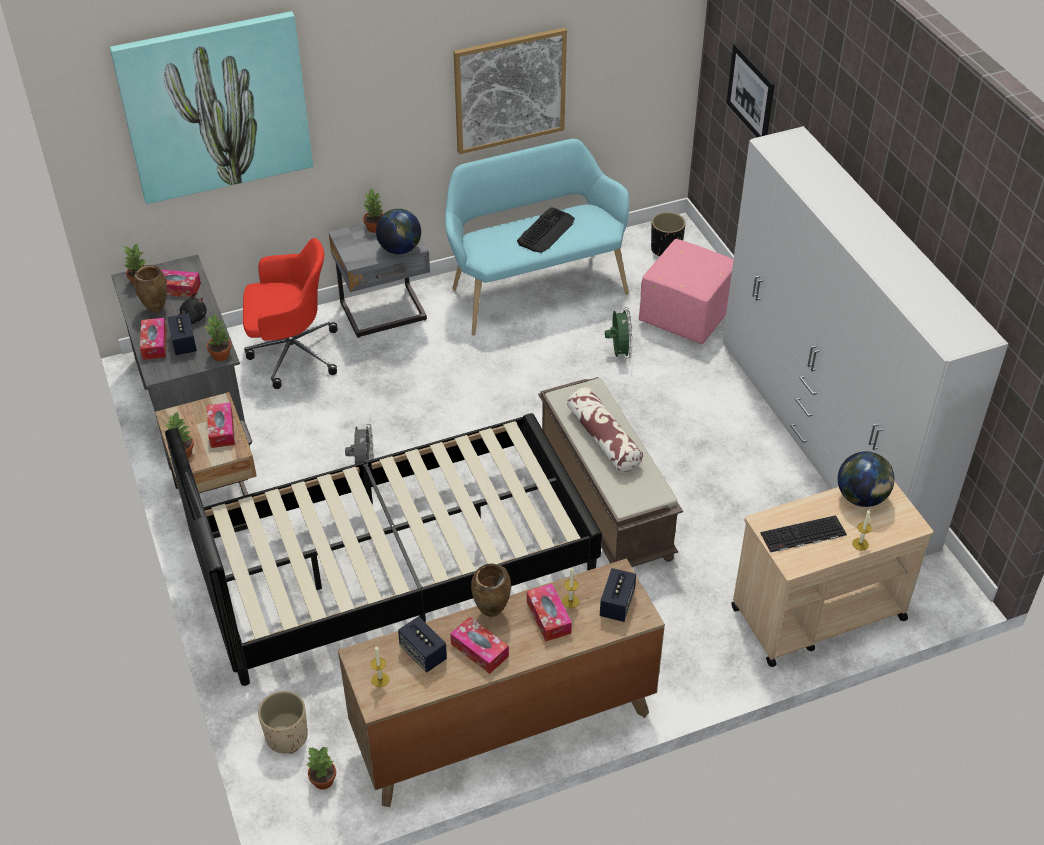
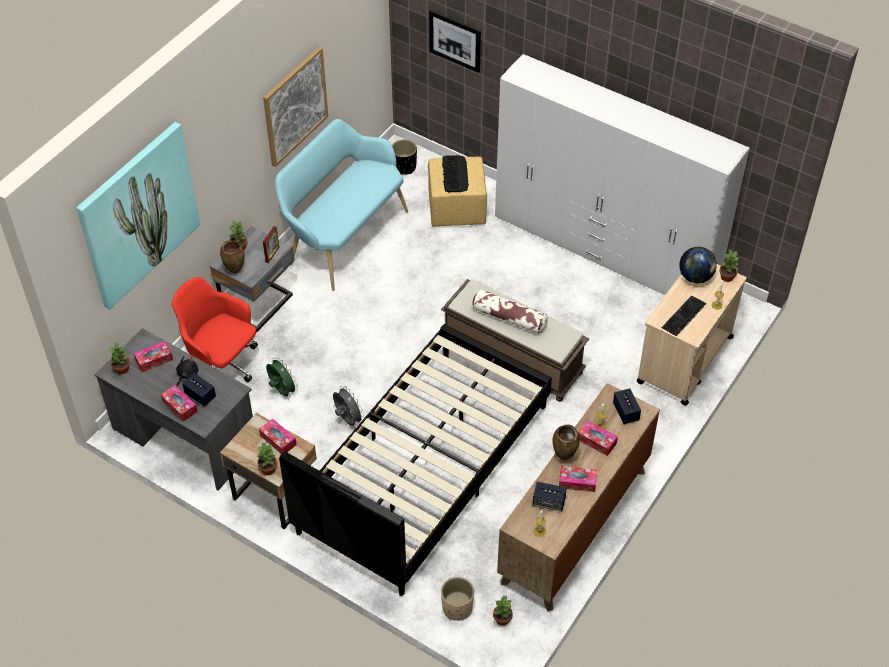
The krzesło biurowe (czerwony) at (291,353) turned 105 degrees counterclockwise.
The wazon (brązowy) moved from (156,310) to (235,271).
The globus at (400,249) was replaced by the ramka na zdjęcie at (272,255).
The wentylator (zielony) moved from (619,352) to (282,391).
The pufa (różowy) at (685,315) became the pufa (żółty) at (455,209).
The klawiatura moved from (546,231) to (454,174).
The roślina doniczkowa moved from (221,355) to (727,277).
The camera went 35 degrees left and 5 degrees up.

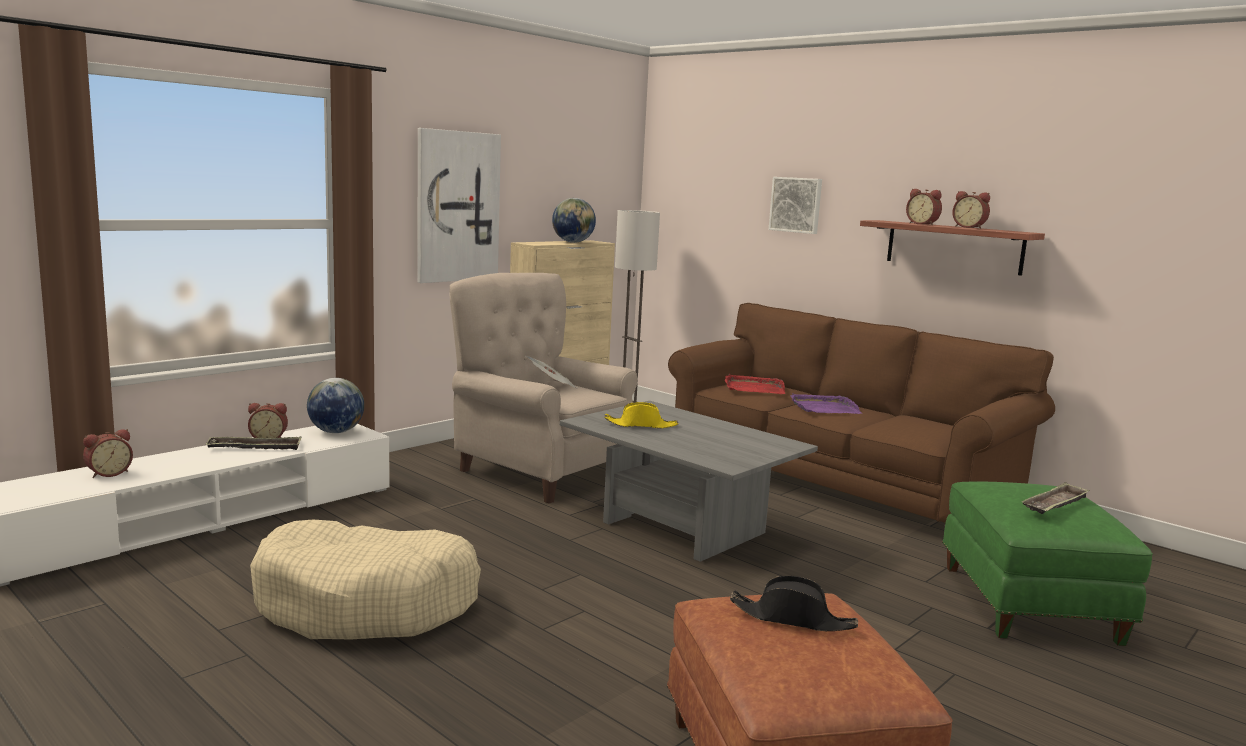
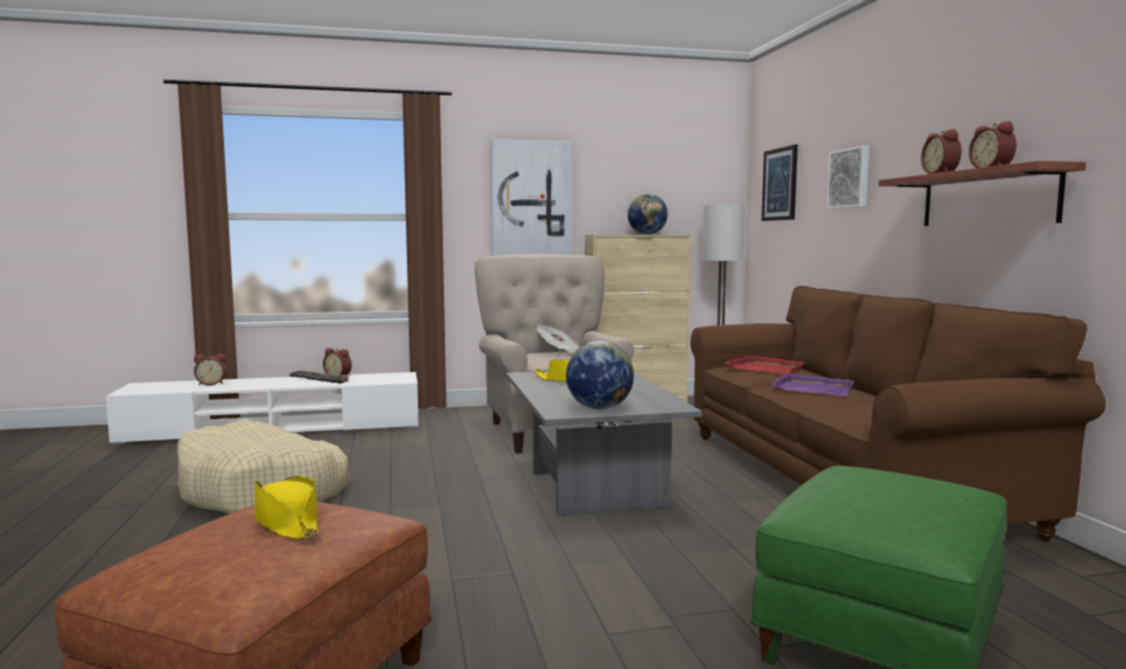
The kapelusz (czarny) at (793,618) became the kapelusz (żółty) at (286,521).
The globus moved from (336,432) to (599,408).
The obraz at (780,184) appeared.
The taca at (1055,504) disappeared.
The camera went 35 degrees right and 5 degrees down.

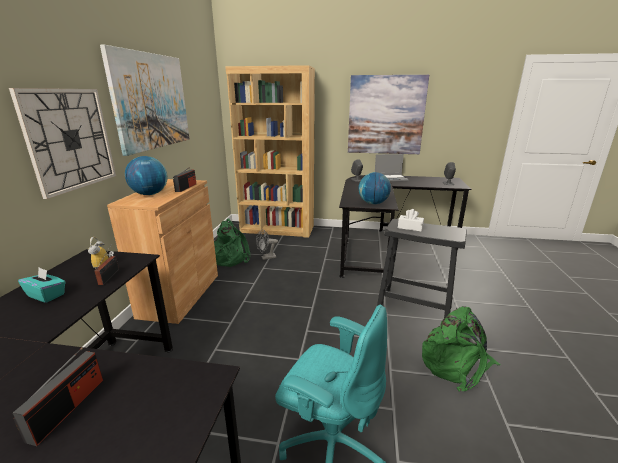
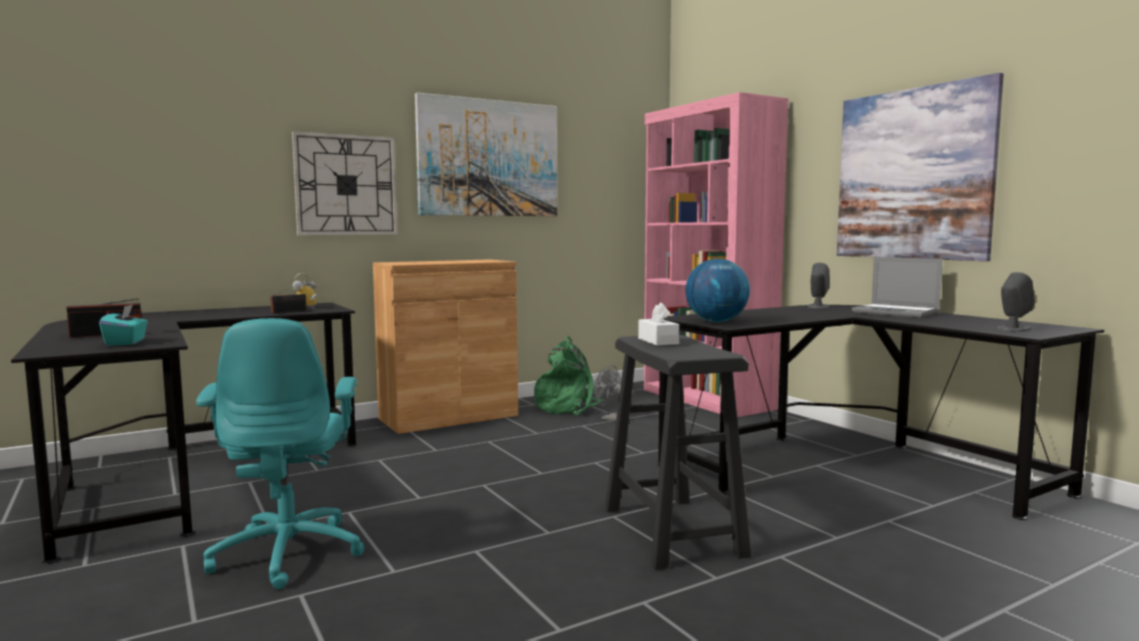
The pudełko chusteczek (turkusowy) moved from (47,295) to (126,342).
The regał (brązowy) at (277,229) became the regał (różowy) at (706,399).
The globus at (150,194) disappeared.
The radio at (186,187) disappeared.
The plecak (zielony) at (456,364) disappeared.
The camera went 50 degrees right and 15 degrees down.

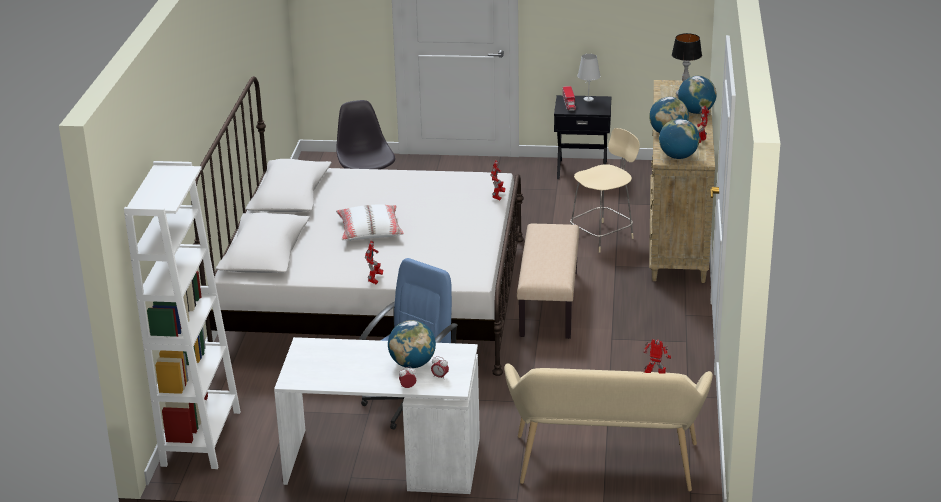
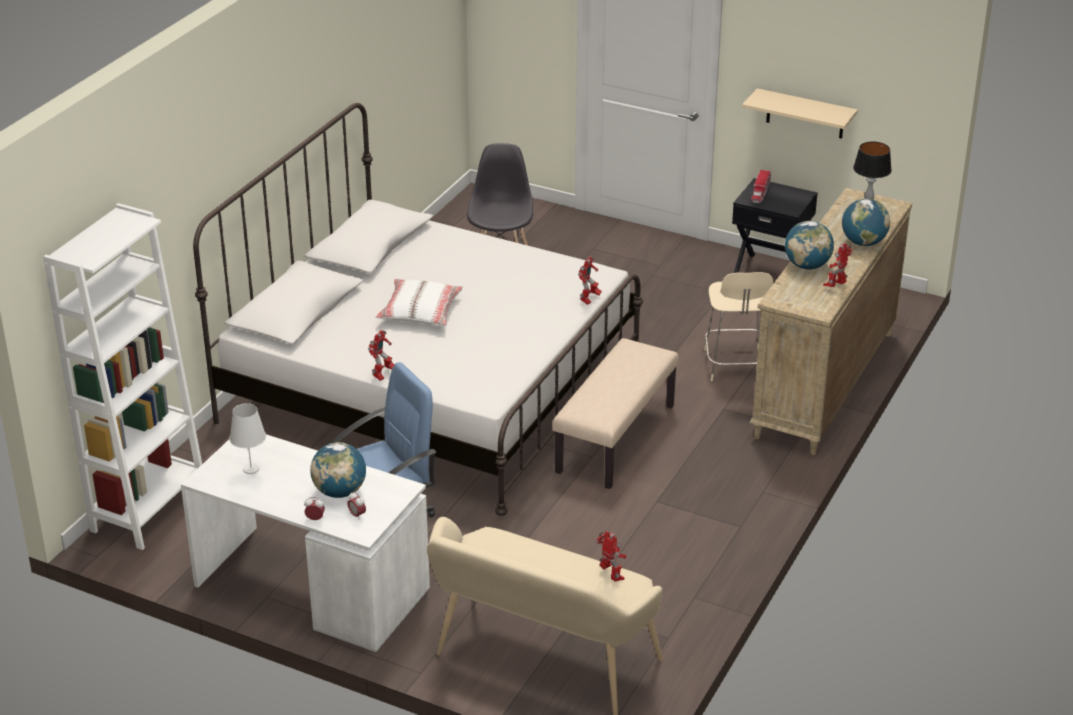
The lampa stołowa (biały) moved from (588,99) to (251,469).
The krzesło (beżowy) at (603,236) turned 105 degrees clockwise.
The półka (beżowy) at (805,114) appeared.
The globus at (678,157) disappeared.
The camera went 20 degrees right and 5 degrees up.

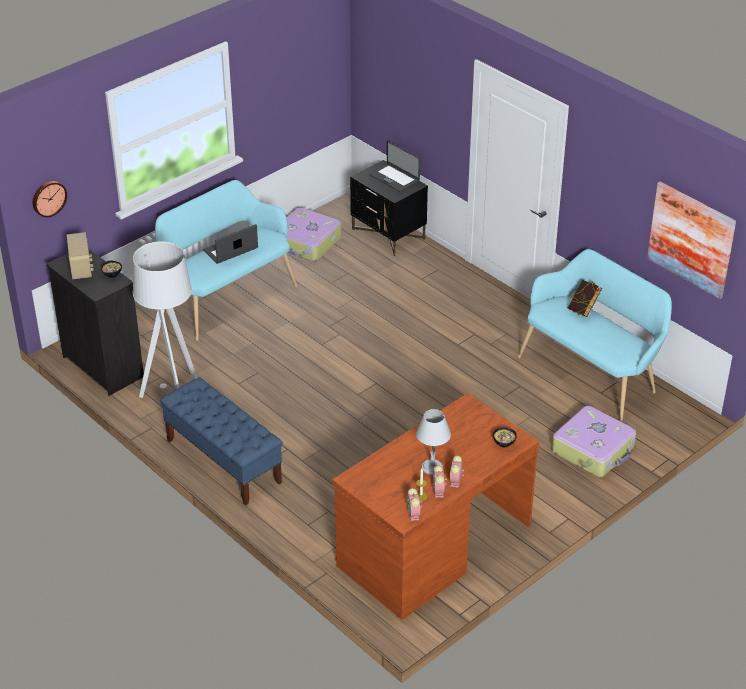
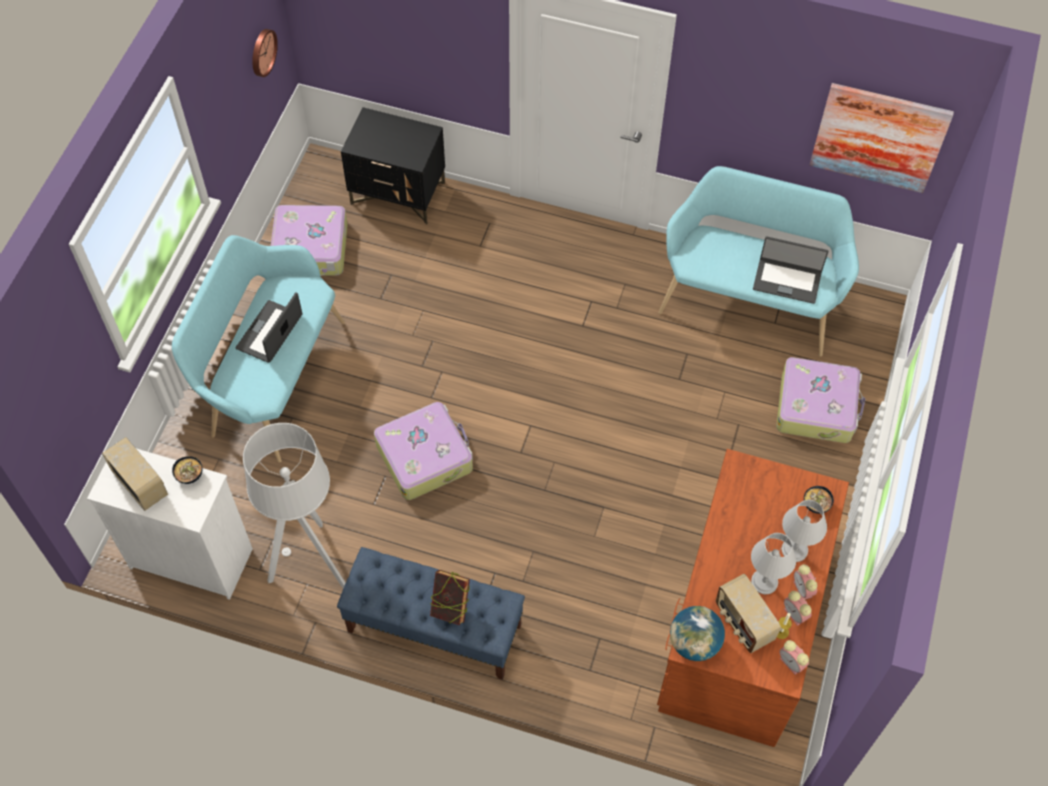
The komoda (czarny) at (103,366) became the komoda (biały) at (190,557).
The zegar ścienny moved from (48,198) to (262,52).
The walizka at (425,456) appeared.
The książka moved from (583,311) to (450,606).
The globus at (694,643) appeared.
The radio at (743,623) appeared.
The laptop moved from (394,178) to (787,280).
The lampa stołowa (szary) at (794,549) appeared.
The camera went 30 degrees left and 20 degrees up.

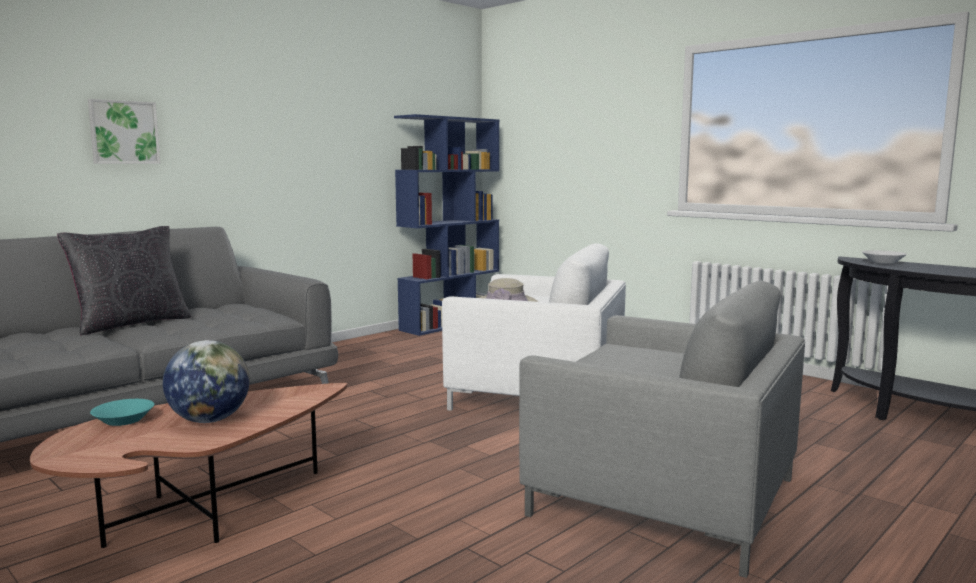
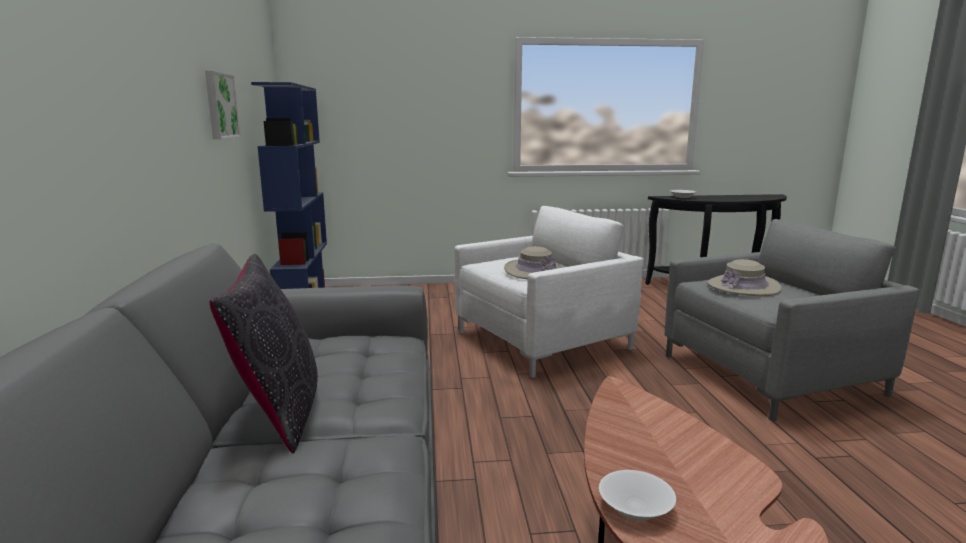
The obraz moved from (123,132) to (220,106).
The miska (turkusowy) at (124,420) became the miska (biały) at (634,506).
The kapelusz (beżowy) at (743,287) appeared.
The globus at (209,420) disappeared.
The camera went 50 degrees left and 5 degrees up.

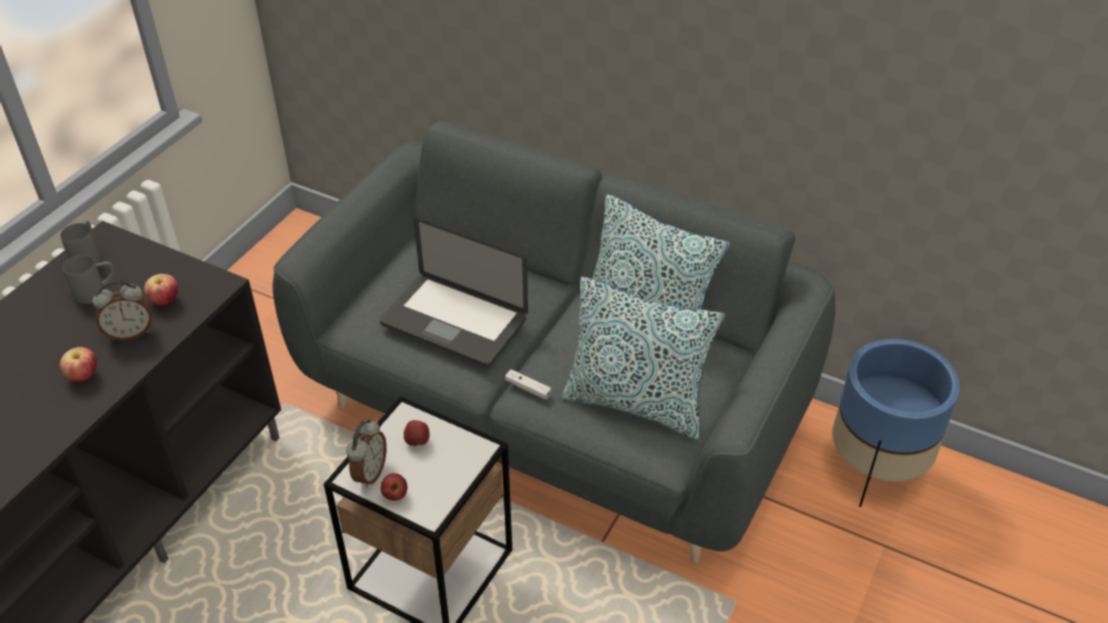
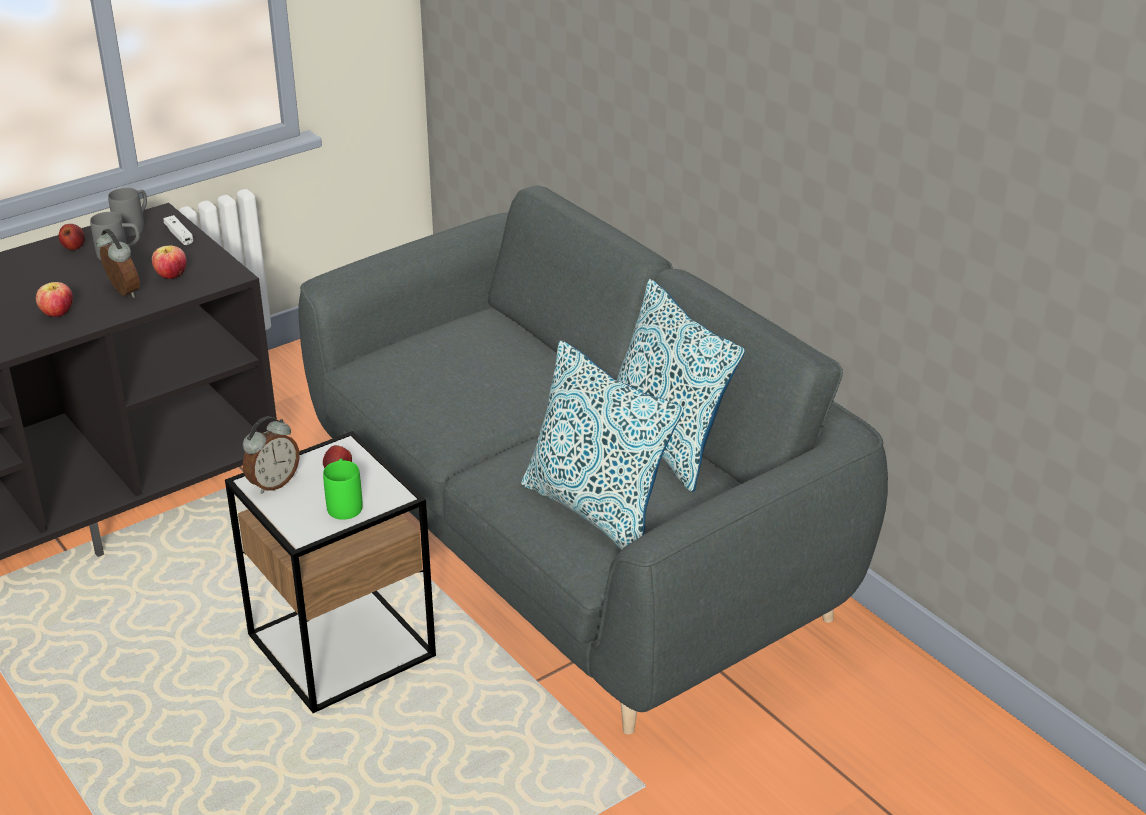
The jabłko moved from (395,495) to (73,248).
The budzik at (130,333) turned 135 degrees counterclockwise.
The pad do gier (biały) moved from (528,388) to (179,235).
The kubek (zielony) at (344,503) appeared.
The laptop at (454,322) disappeared.
The donica (niebieski) at (875,469) disappeared.
The camera went 25 degrees right and 10 degrees down.

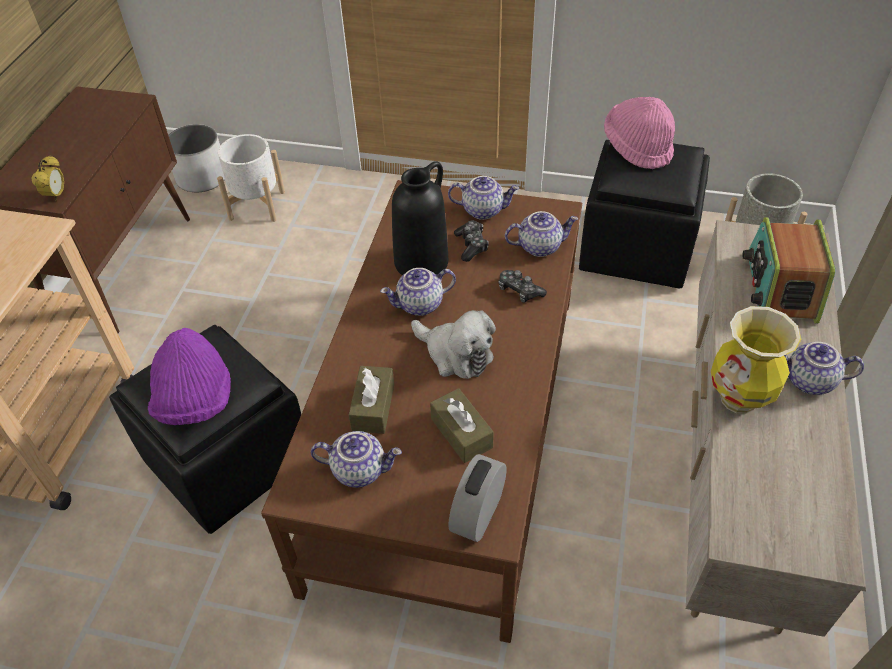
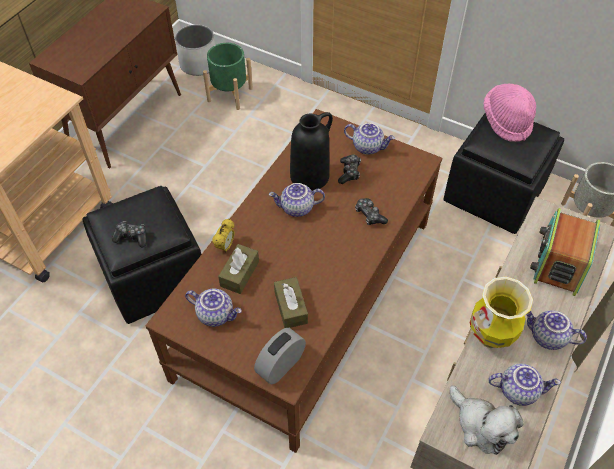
The kapelusz (fioletowy) at (195,401) was replaced by the pad do gier at (132,237).
The donica (biały) at (257,205) became the donica (zielony) at (230,94).
The budzik moved from (56,195) to (225,246).
The pluszak moved from (455,354) to (481,426).
The imbryk moved from (539,246) to (518,390).
The camera went 15 degrees right and 5 degrees up.

